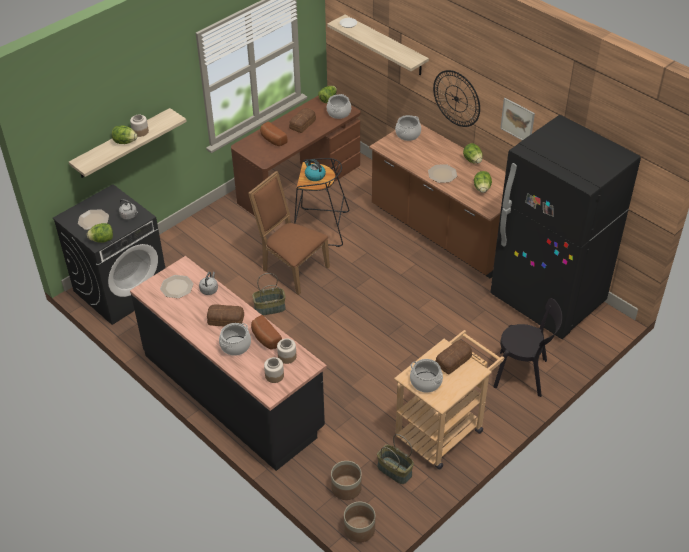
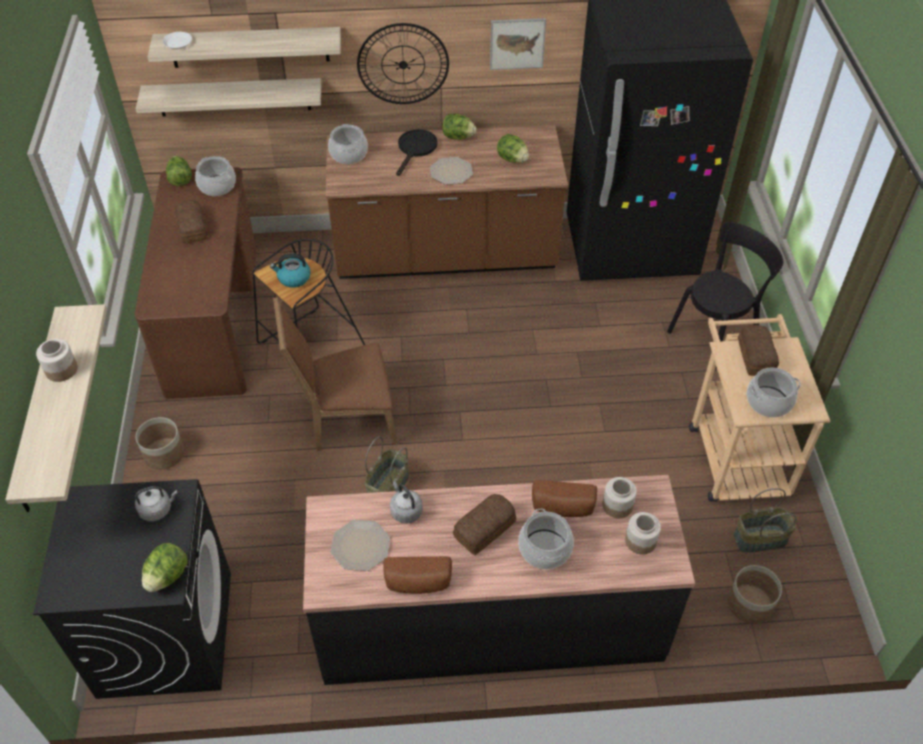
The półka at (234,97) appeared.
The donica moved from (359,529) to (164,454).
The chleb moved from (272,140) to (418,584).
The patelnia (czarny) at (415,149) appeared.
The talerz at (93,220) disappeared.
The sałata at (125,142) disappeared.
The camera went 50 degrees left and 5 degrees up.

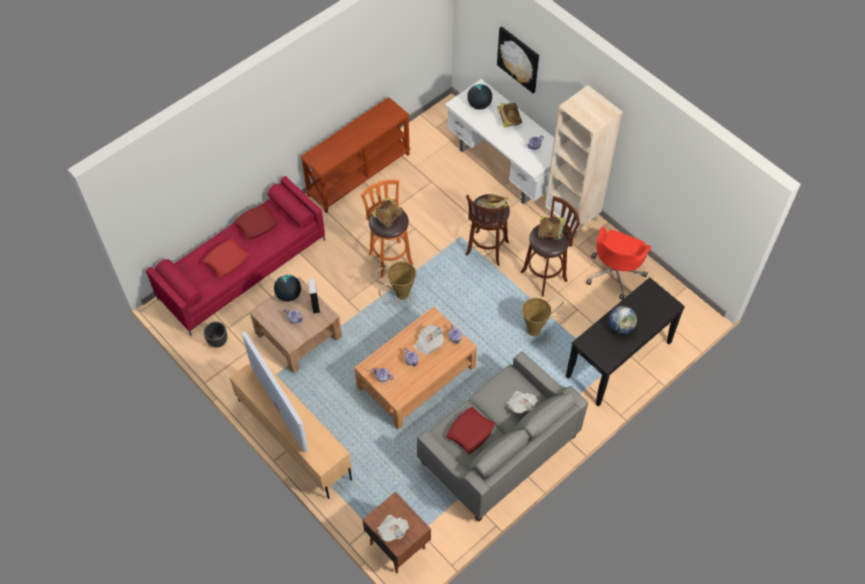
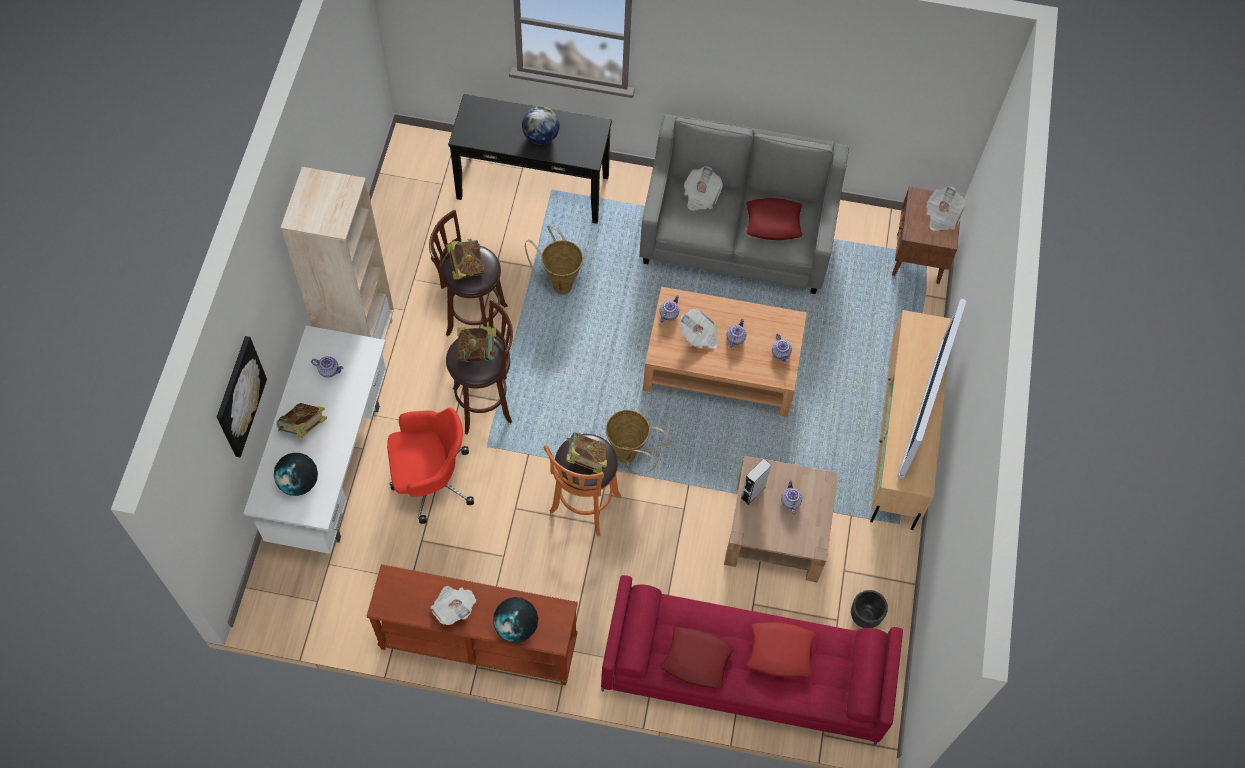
The krzesło biurowe (czerwony) moved from (615,273) to (430,480).
The gazeta at (453,607) appeared.
The globus moved from (288,295) to (516,626).
The camera went 130 degrees left and 5 degrees up.

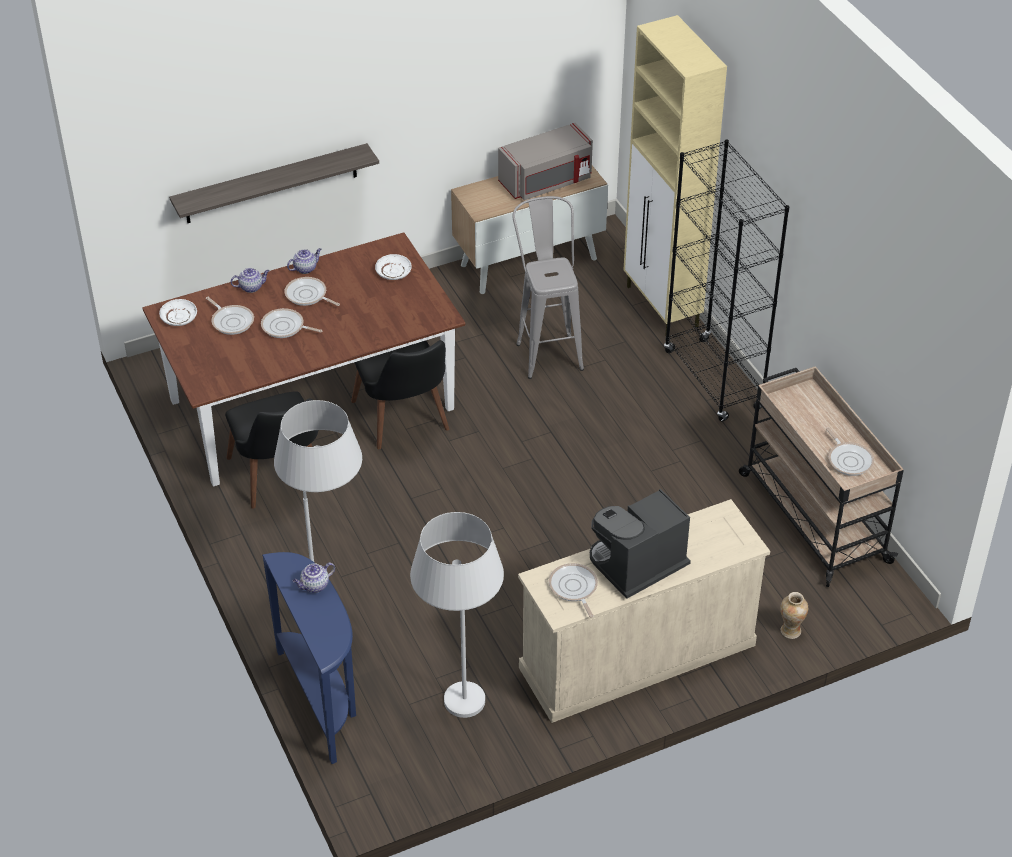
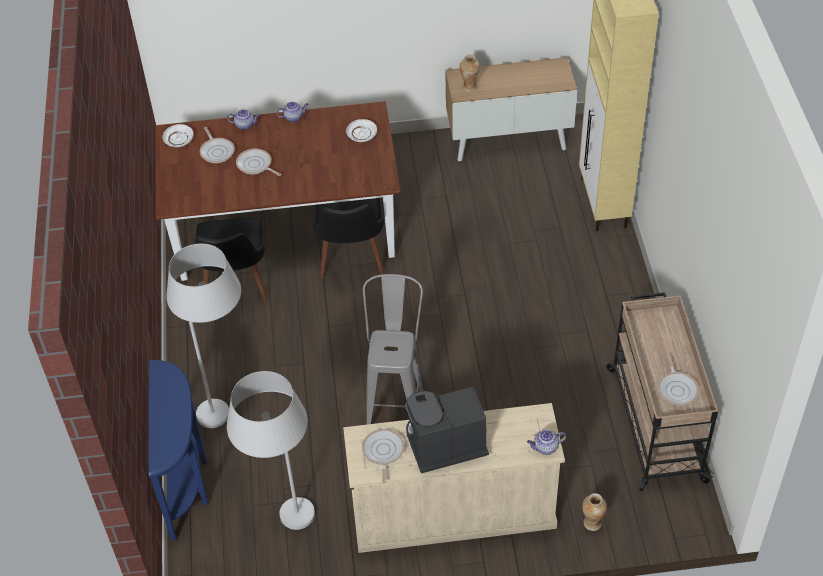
The stołek (szary) moved from (547,349) to (396,402).
The wazon at (469,87) appeared.
The imbryk moved from (314,586) to (545,448).
The półka at (271,184) disappeared.
The patelnia at (308,295) disappeared.
The mikrofalówka (szary) at (547,182) disappeared.
The regał (czarny) at (713,380) disappeared.
The camera went 20 degrees right and 5 degrees up.

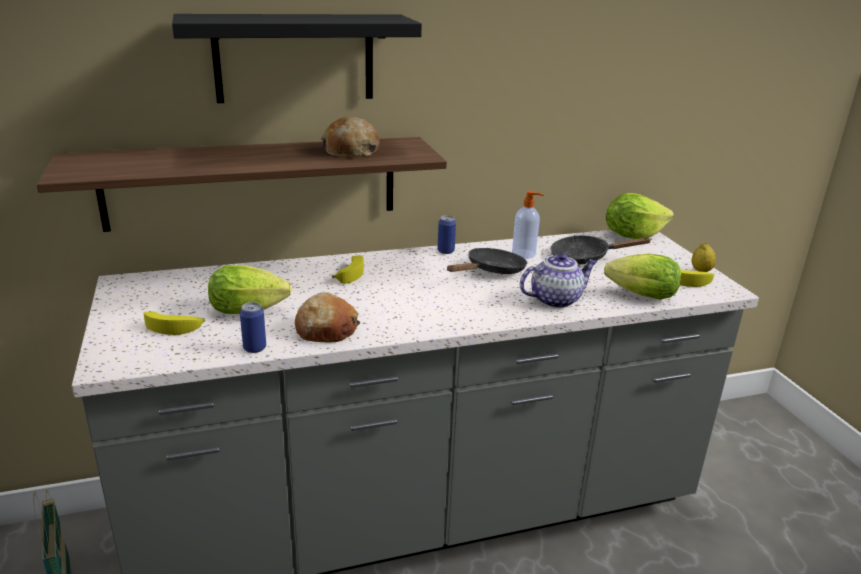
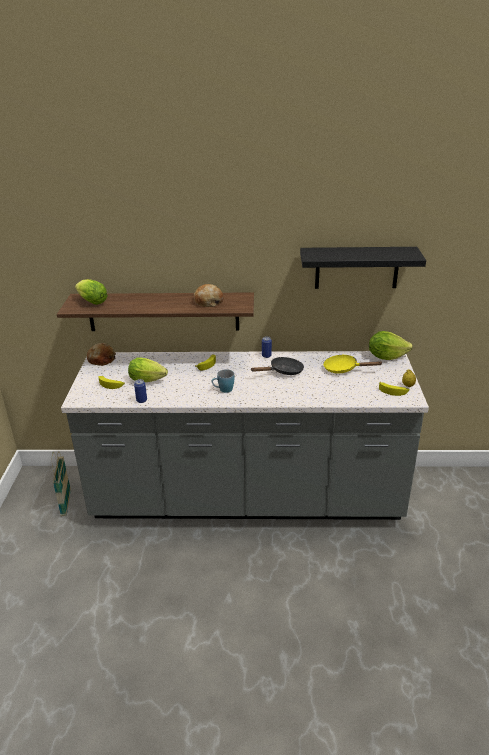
The sałata moved from (637,295) to (91,301).
The chleb moved from (326,329) to (102,359).
The kubek (niebieski) at (223,390) appeared.
The półka (czarny) moved from (294,58) to (356,267).
The patelnia (czarny) at (585,258) became the patelnia (żółty) at (344,369).
The dozownik mydła at (524,254) disappeared.
The imbryk at (556,299) disappeared.
The camera went 20 degrees right and 5 degrees up.

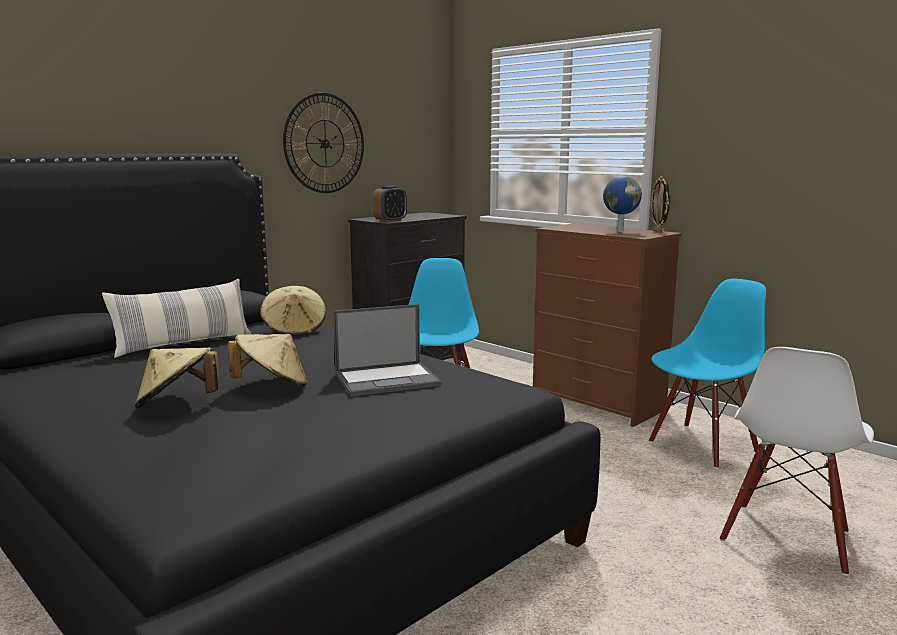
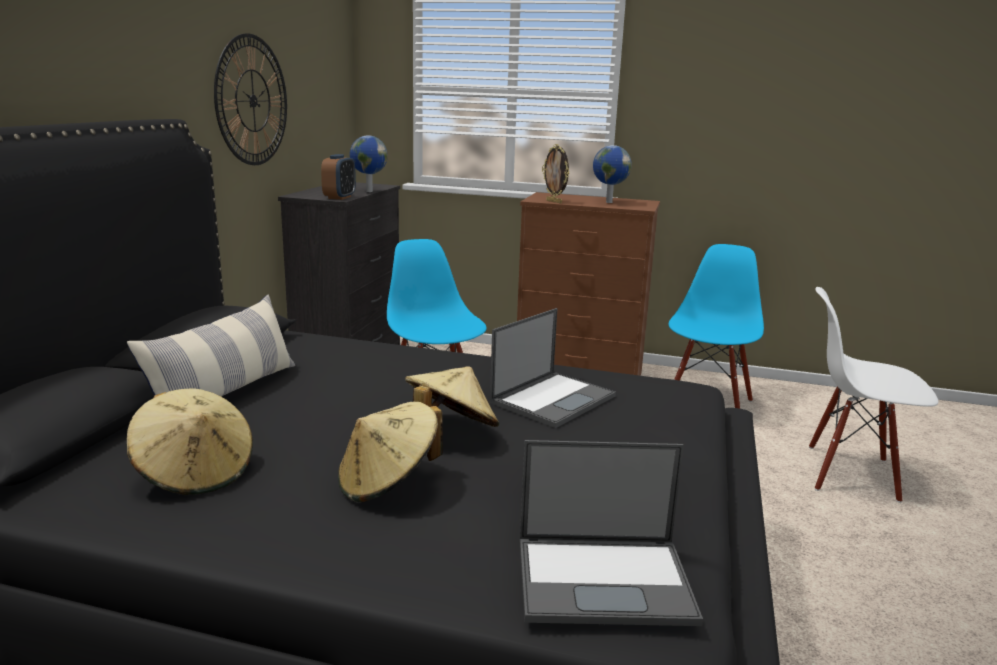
The kapelusz (beżowy) moved from (294,330) to (195,473).
The globus at (368,191) appeared.
The laptop at (606,579) appeared.
The ramka na zdjęcie moved from (658,232) to (554,202).
The krzesło (biały) at (787,537) turned 105 degrees clockwise.
The camera went 30 degrees left and 5 degrees up.

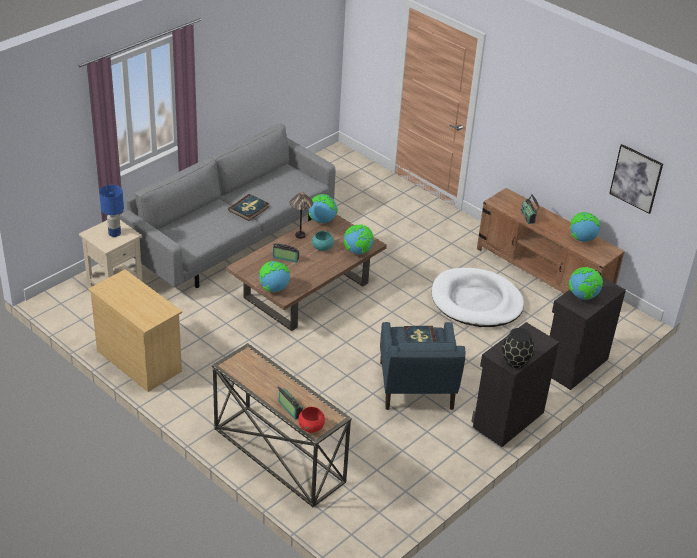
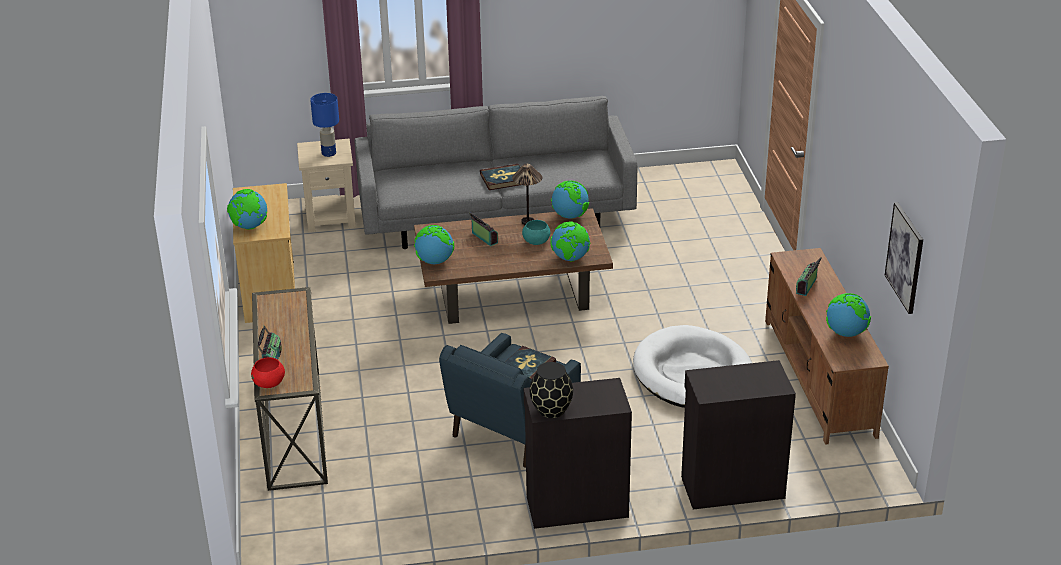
The globus moved from (583,297) to (249,227).
The camera went 40 degrees right and 5 degrees down.

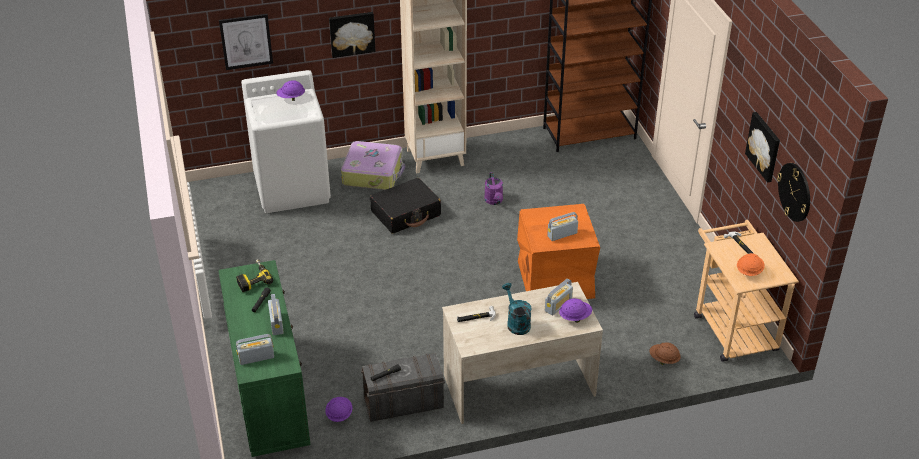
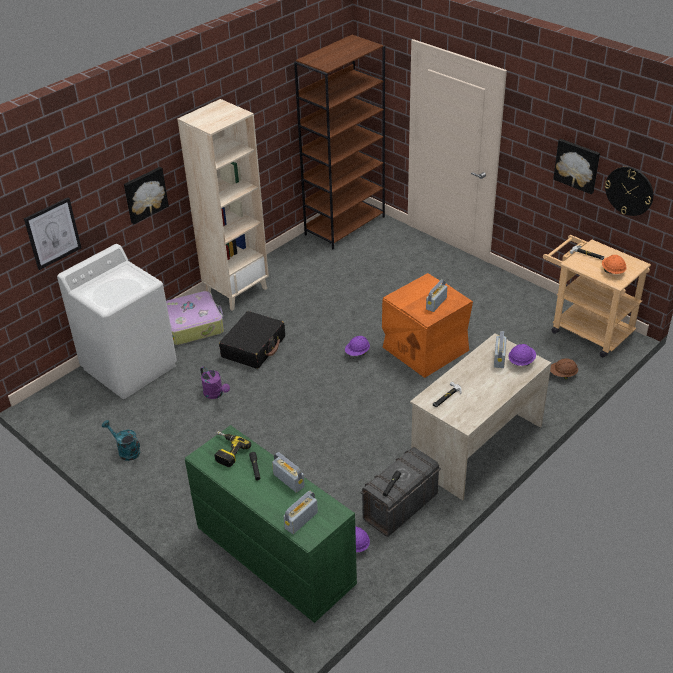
The konewka (turkusowy) moved from (516,323) to (126,451).
The konewka (fioletowy) moved from (494,201) to (215,394).
The kask (fioletowy) moved from (291,98) to (357,353).
The camera went 30 degrees left and 0 degrees up.

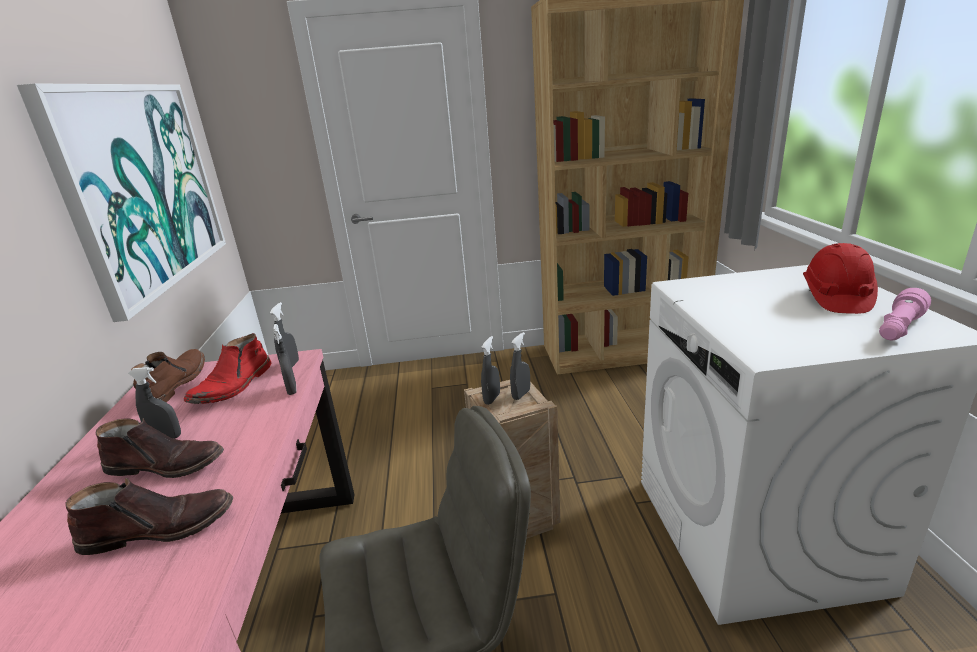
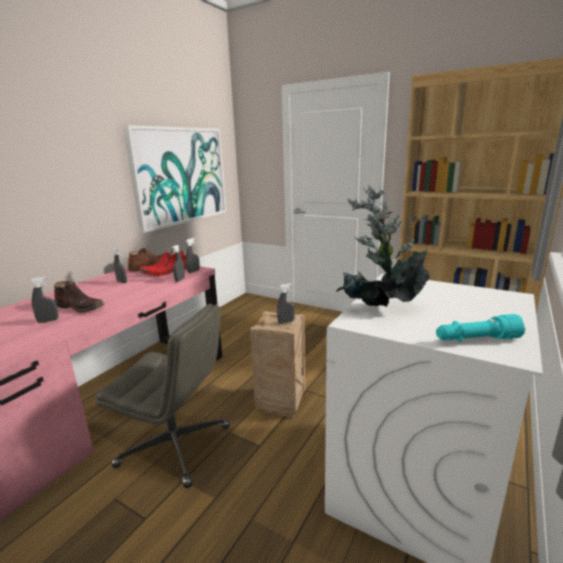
The spryskiwacz (szary) moved from (492,399) to (48,321).
The roślina doniczkowa at (380,311) appeared.
The latarka (różowy) at (898,329) became the latarka (turkusowy) at (476,340).
The but z cholewką (brązowy) at (167,464) disappeared.
The kask (czerwony) at (835,298) disappeared.
The camera went 35 degrees right and 5 degrees down.

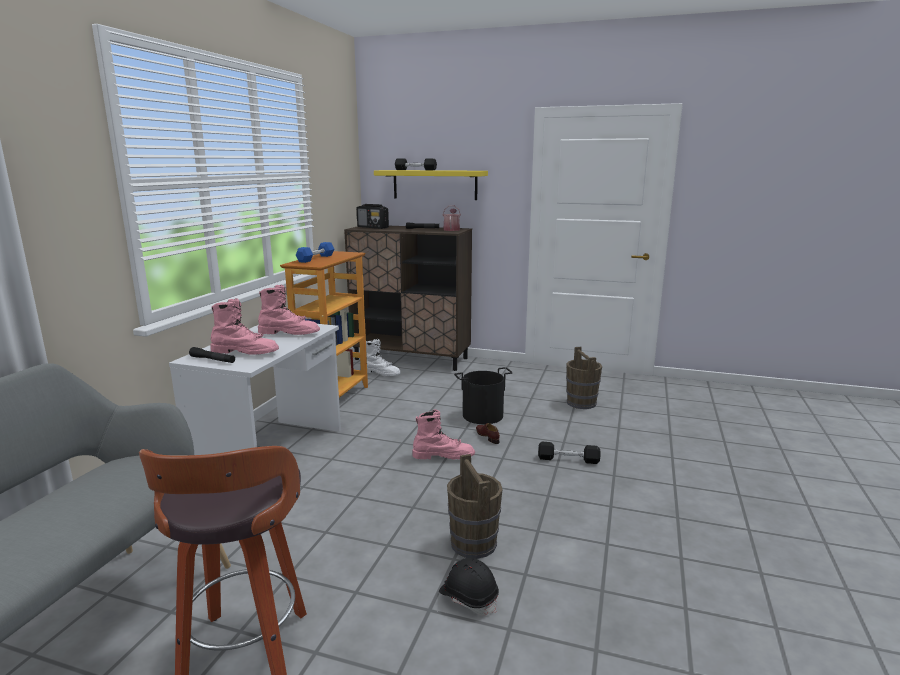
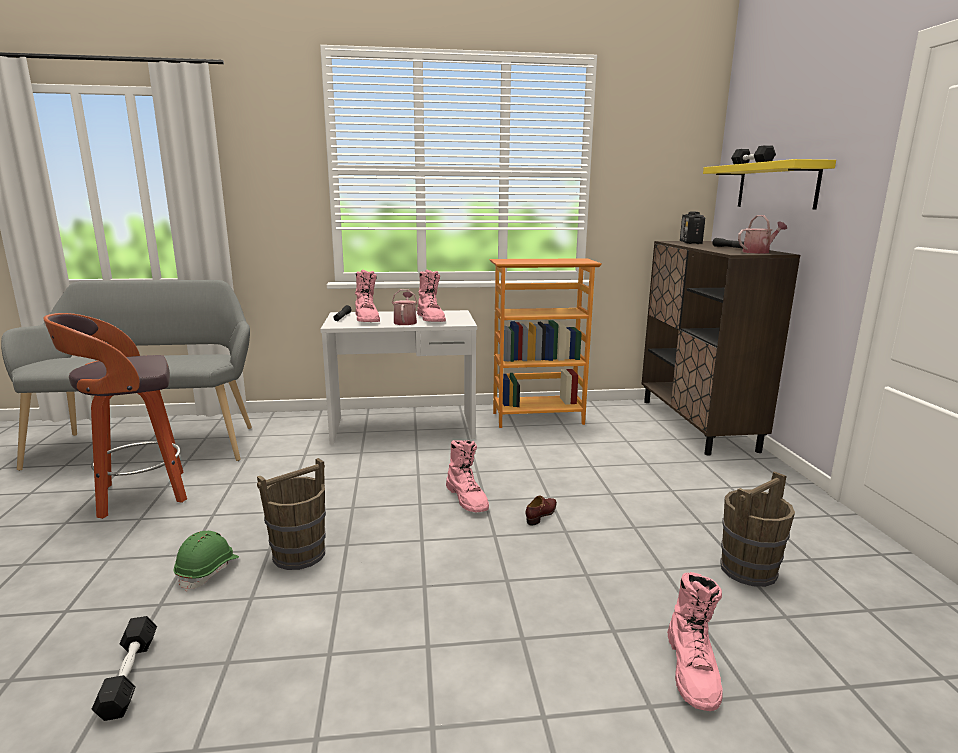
The hantel (czarny) moved from (568,459) to (129,676).
The kask (czarny) at (468,597) became the kask (zielony) at (208,571).
The konewka at (405,322) appeared.
The but z cholewką (różowy) at (693,670) appeared.
The hantel (niebieski) at (316,258) disappeared.
The but z cholewką (biały) at (381,373) disappeared.
The wiadro (czarny) at (482,415) disappeared.
The camera went 65 degrees right and 0 degrees up.

